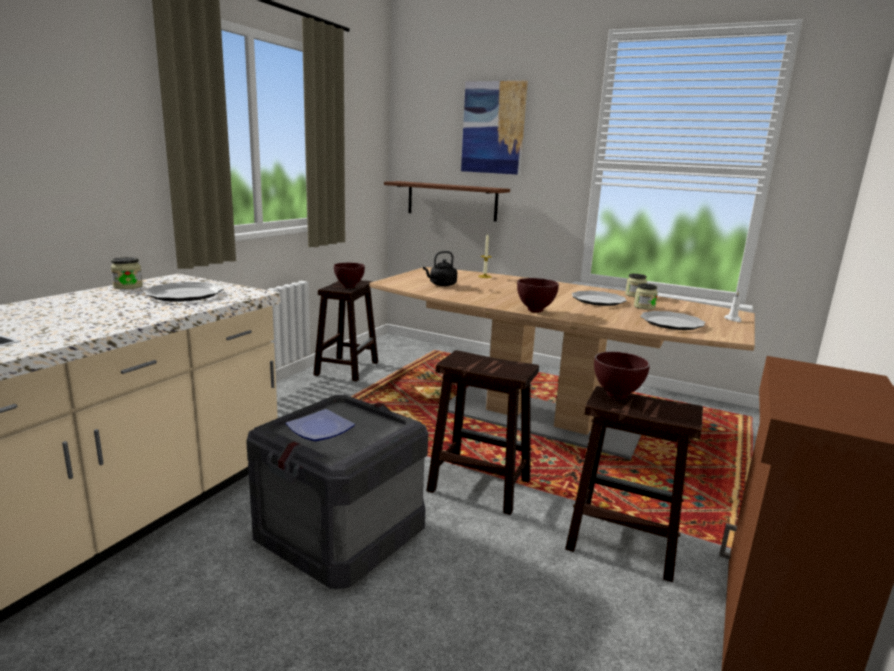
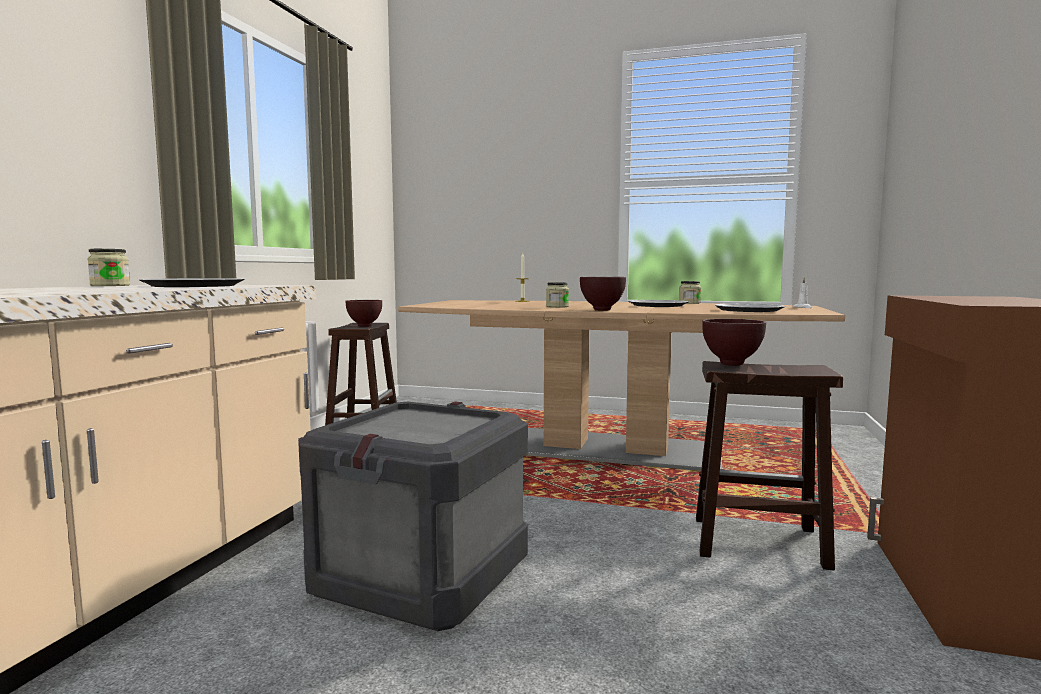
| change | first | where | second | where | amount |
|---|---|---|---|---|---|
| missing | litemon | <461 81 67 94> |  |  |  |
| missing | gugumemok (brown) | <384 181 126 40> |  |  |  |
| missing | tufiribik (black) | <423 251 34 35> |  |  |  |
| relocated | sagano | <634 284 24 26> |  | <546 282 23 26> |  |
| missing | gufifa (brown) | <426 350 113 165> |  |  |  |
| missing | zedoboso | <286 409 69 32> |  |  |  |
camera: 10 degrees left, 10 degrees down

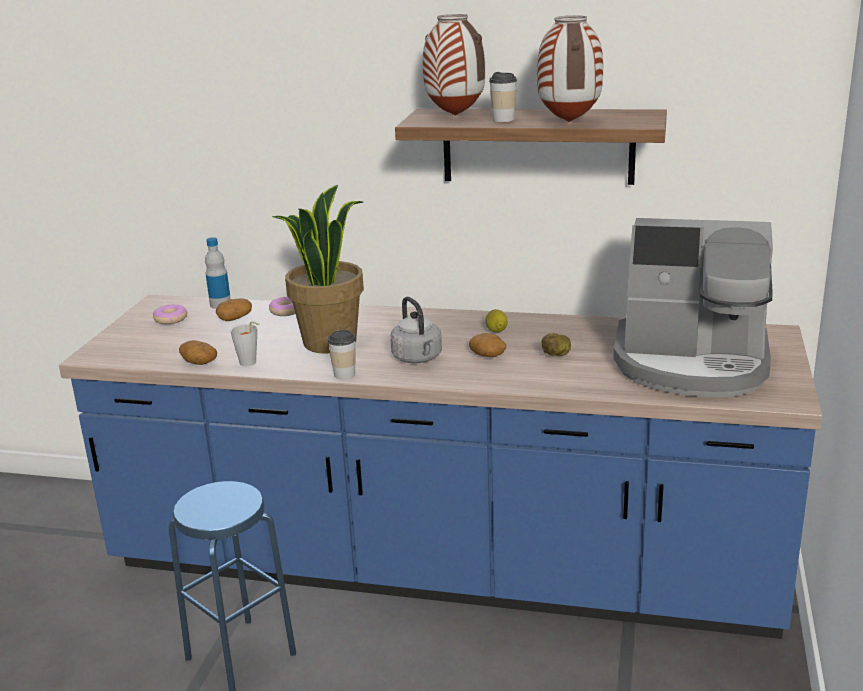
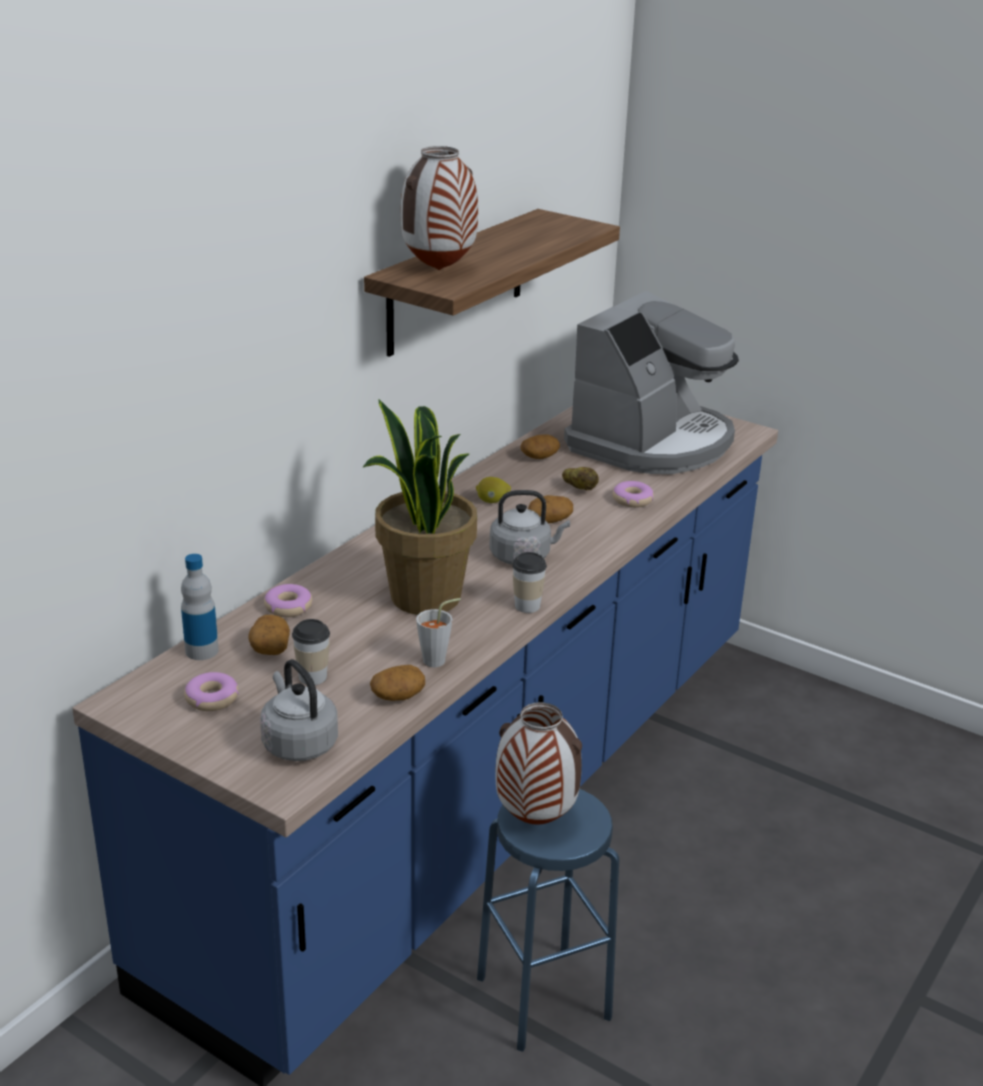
| change | first | where | second | where | amount |
|---|---|---|---|---|---|
| relocated | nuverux | <537 15 66 107> |  | <495 702 87 122> |  |
| relocated | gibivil | <489 72 28 50> |  | <292 619 38 66> |  |
| appeared |  |  | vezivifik | <520 434 40 25> |  |
| appeared |  |  | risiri | <612 481 42 27> |  |
| appeared |  |  | tufiribik (grey) | <260 659 78 102> |  |
camera: 70 degrees left, 5 degrees up

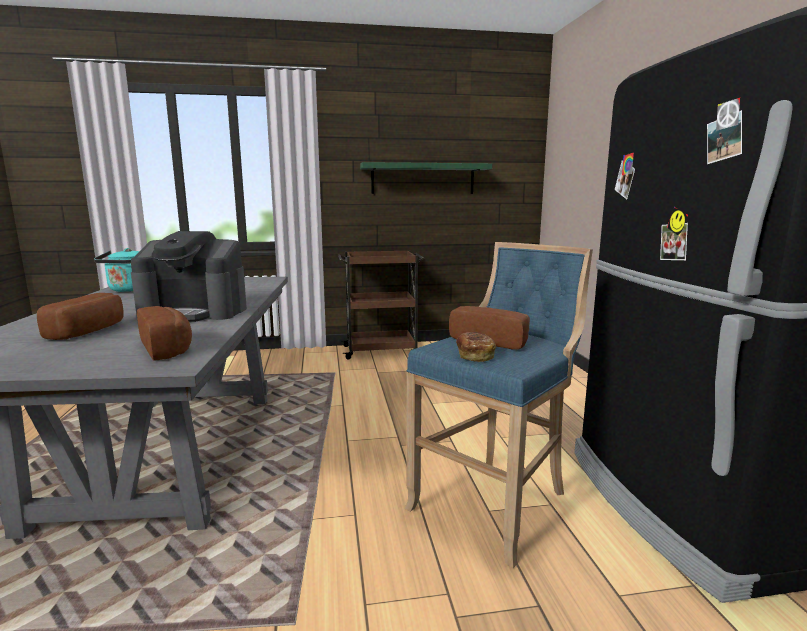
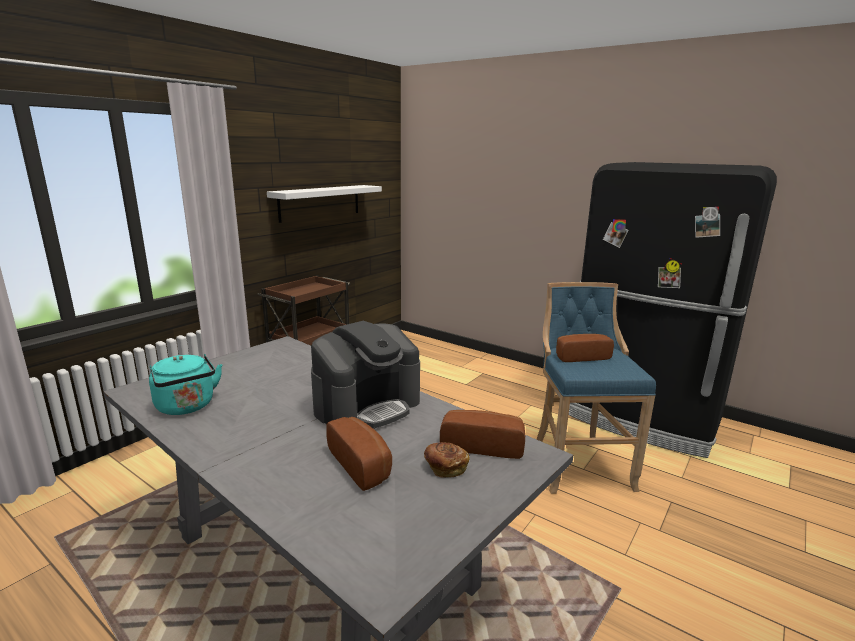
| change | first | where | second | where | amount |
|---|---|---|---|---|---|
| colour | gugumemok (green) | <360 162 132 32> | gugumemok (white) | <267 185 115 38> |  |
| relocated | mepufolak | <456 332 40 30> |  | <424 442 45 35> |  |
camera: 45 degrees left, 5 degrees up

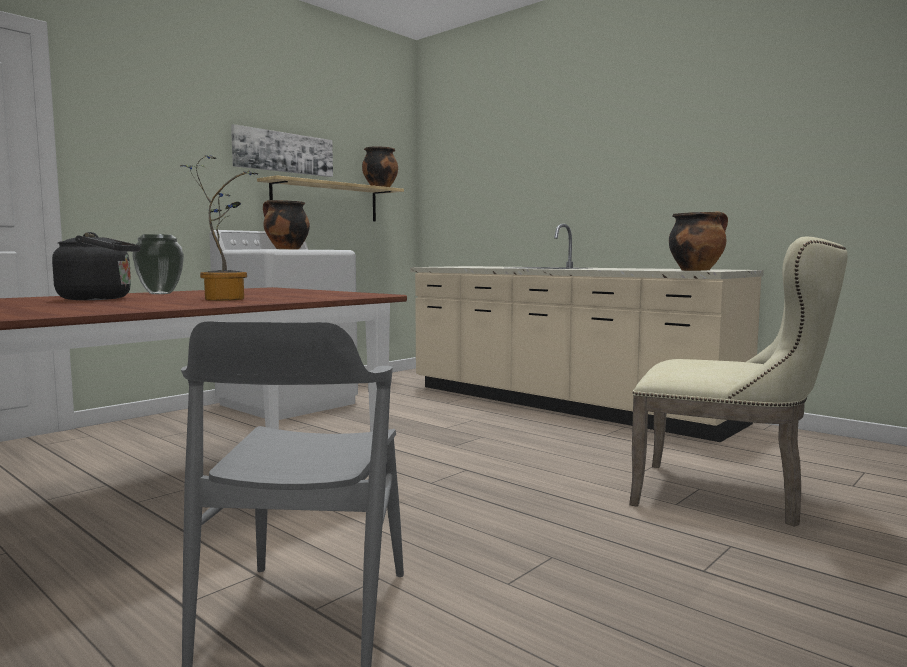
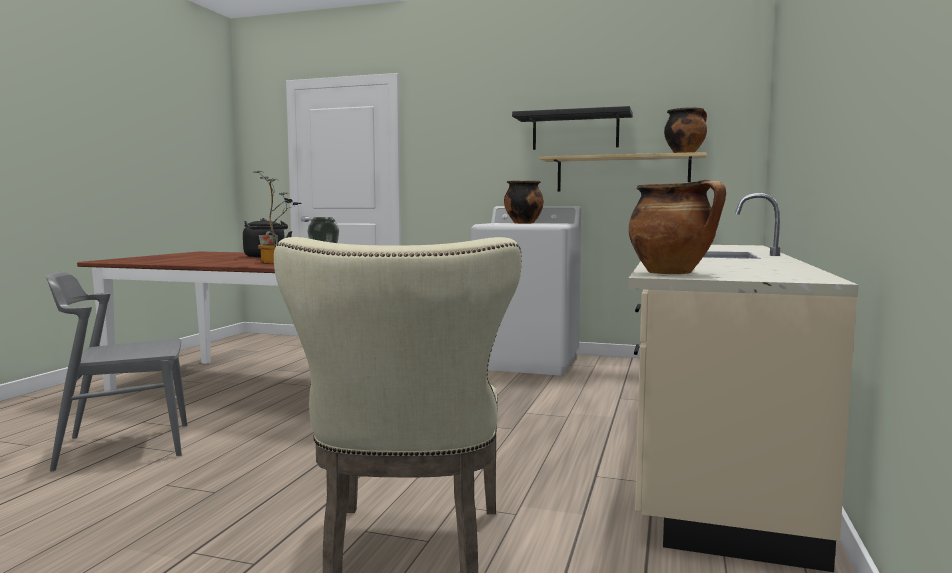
| change | first | where | second | where | amount |
|---|---|---|---|---|---|
| exchanged | litemon | <231 124 102 53> | gugumemok (black) | <512 106 121 44> |  |
camera: 65 degrees right, 0 degrees up

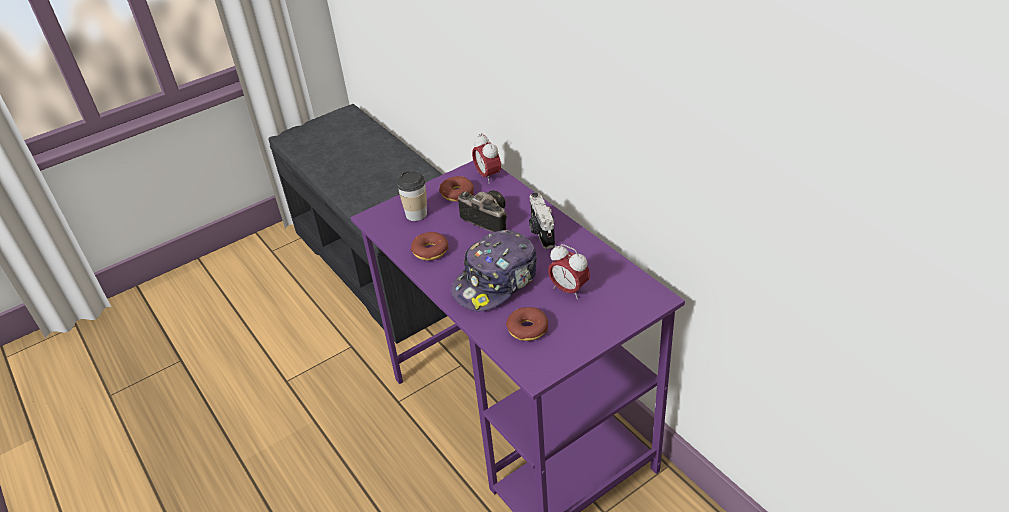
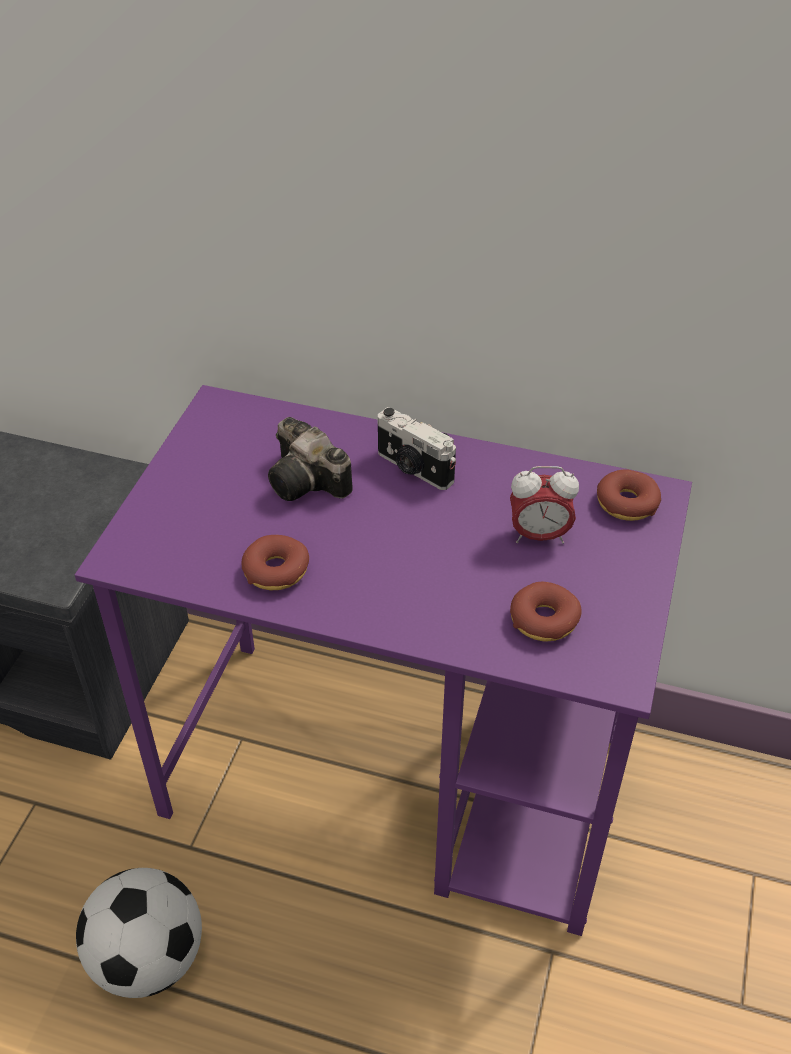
| change | first | where | second | where | amount |
|---|---|---|---|---|---|
| missing | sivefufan | <472 133 29 51> |  |  |  |
| missing | gibivil | <397 171 30 50> |  |  |  |
| relocated | risiri | <439 176 35 25> |  | <597 469 64 52> |  |
| spun | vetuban | <458 191 49 41> |  | <268 417 85 84> | 135 degrees counterclockwise |
| missing | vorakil | <451 230 86 81> |  |  |  |
| appeared |  |  | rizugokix | <76 868 126 130> |  |
camera: 40 degrees left, 5 degrees up

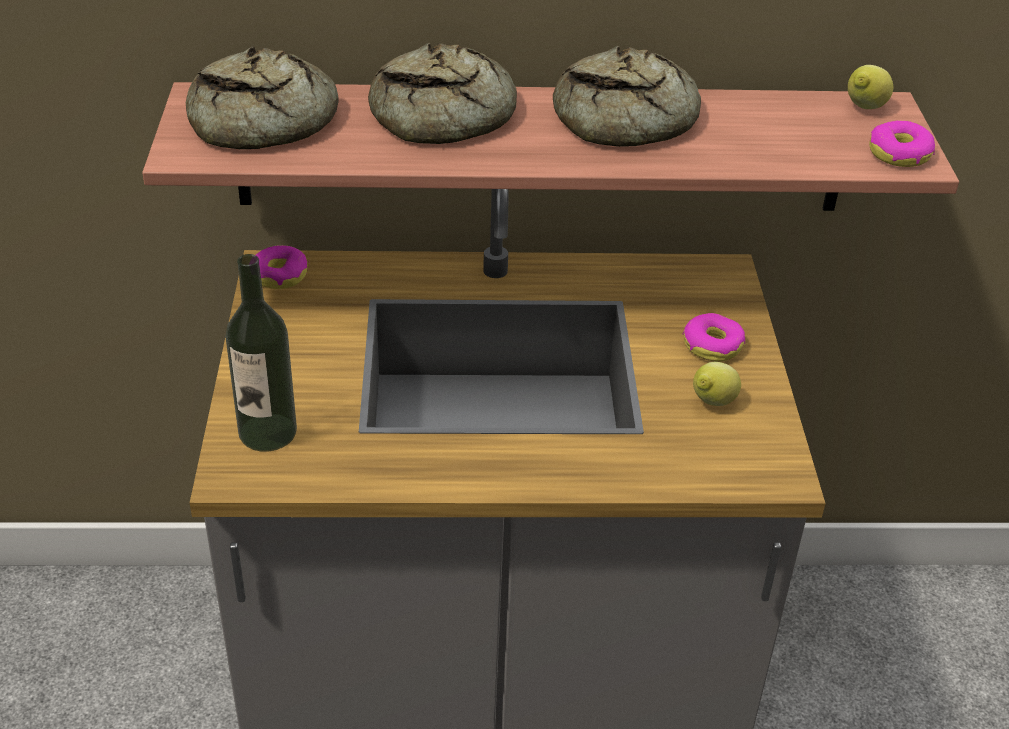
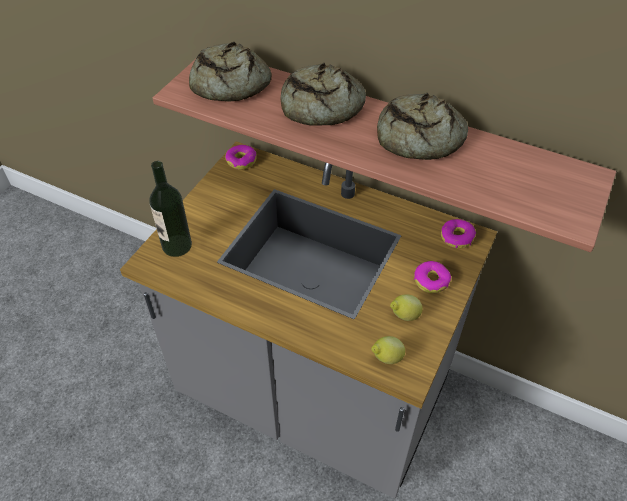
| change | first | where | second | where | amount |
|---|---|---|---|---|---|
| relocated | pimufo | <848 65 45 44> |  | <371 336 34 28> |  |
| relocated | risiri | <869 120 66 47> |  | <441 219 35 29> |  |
camera: 30 degrees right, 10 degrees up

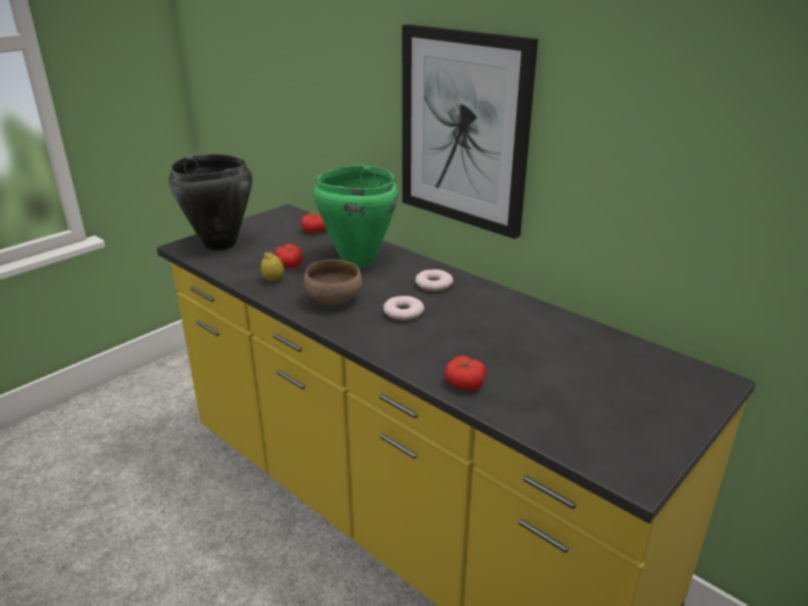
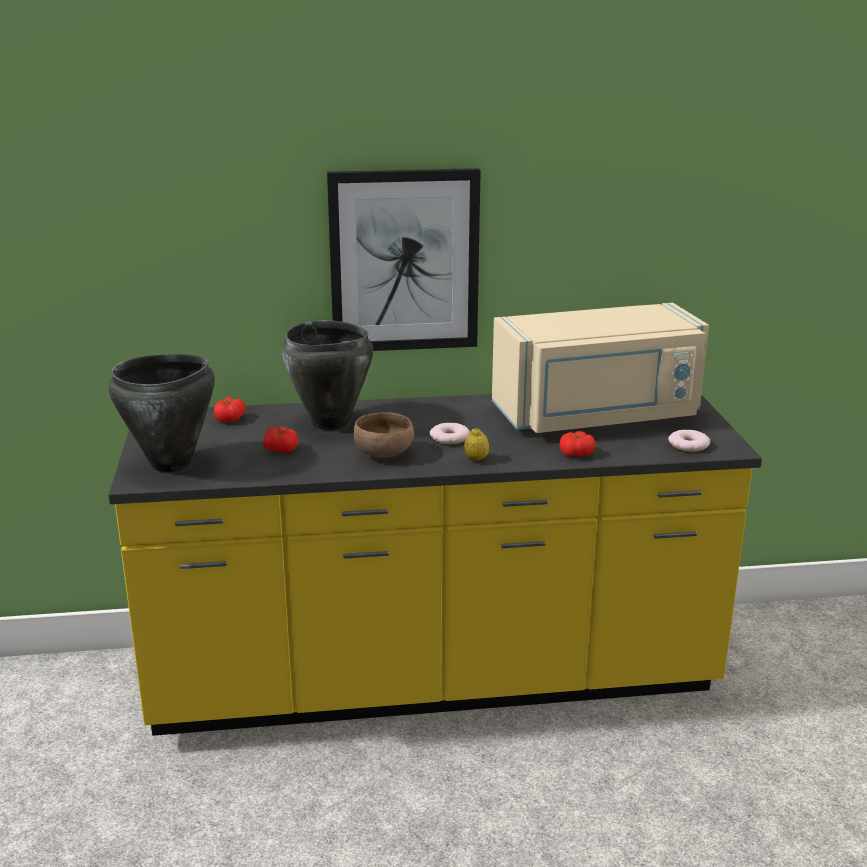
| change | first | where | second | where | amount |
|---|---|---|---|---|---|
| colour | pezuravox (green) | <313 165 85 103> | pezuravox (black) | <282 320 91 110> |  |
| relocated | pimufo | <260 252 24 30> |  | <464 428 25 33> |  |
| relocated | risiri | <415 269 38 22> |  | <668 430 42 22> |  |
| appeared |  |  | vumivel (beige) | <492 303 217 130> |  |
camera: 50 degrees left, 5 degrees down

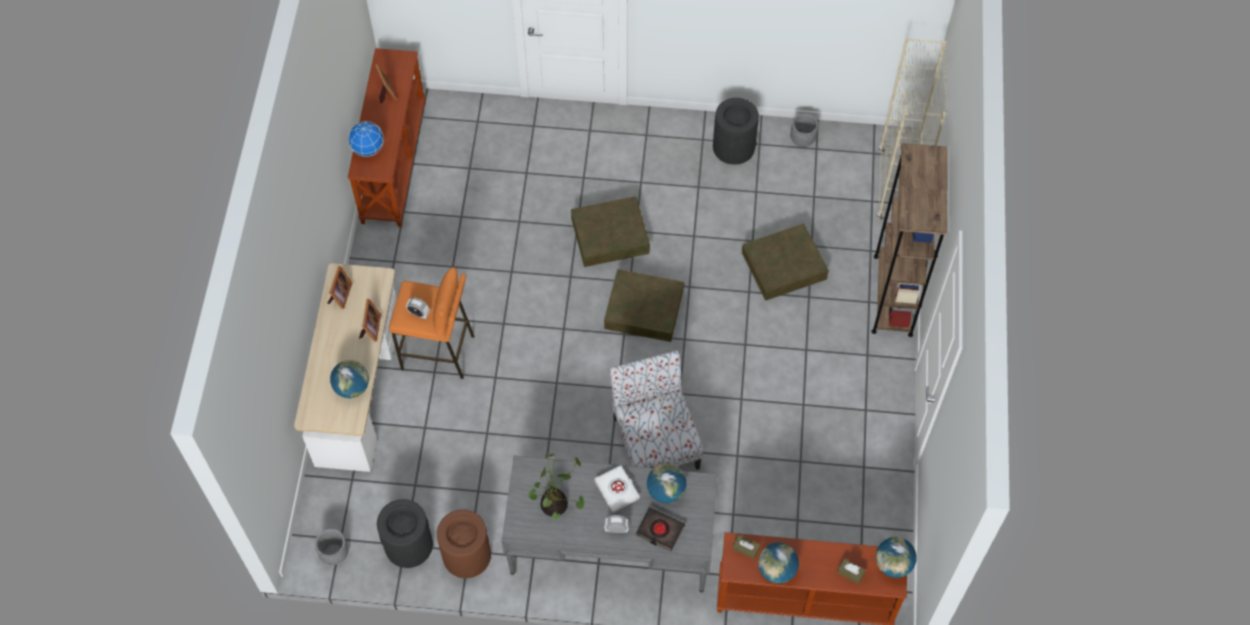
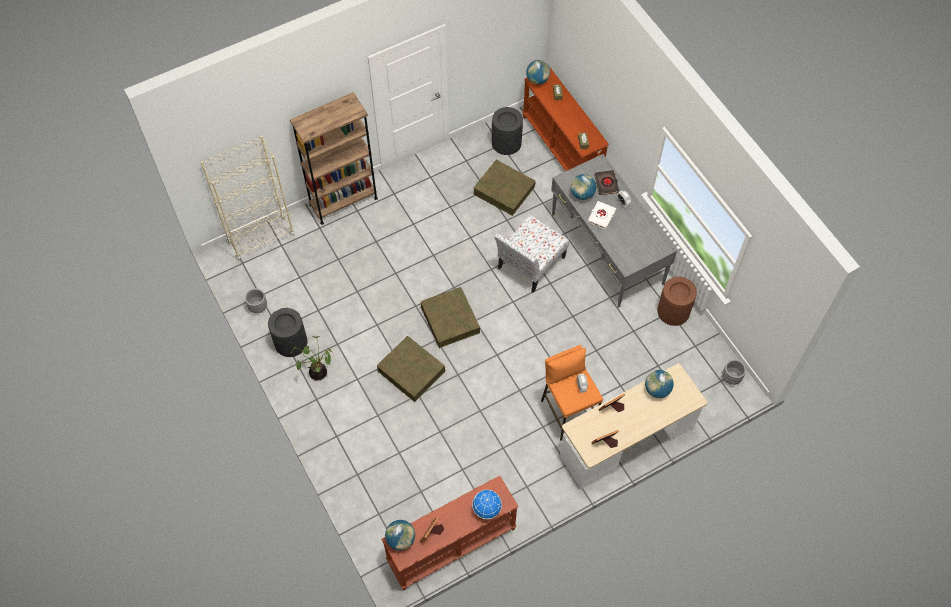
| change | first | where | second | where | amount |
|---|---|---|---|---|---|
| relocated | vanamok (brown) | <742 223 87 78> |  | <474 160 61 56> |  |
| relocated | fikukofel | <528 454 56 66> |  | <290 336 42 45> |  |
| relocated | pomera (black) | <377 499 56 69> |  | <492 107 31 48> |  |
| relocated | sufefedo | <758 542 41 42> |  | <385 520 30 30> |  |
camera: 125 degrees left, 0 degrees up

